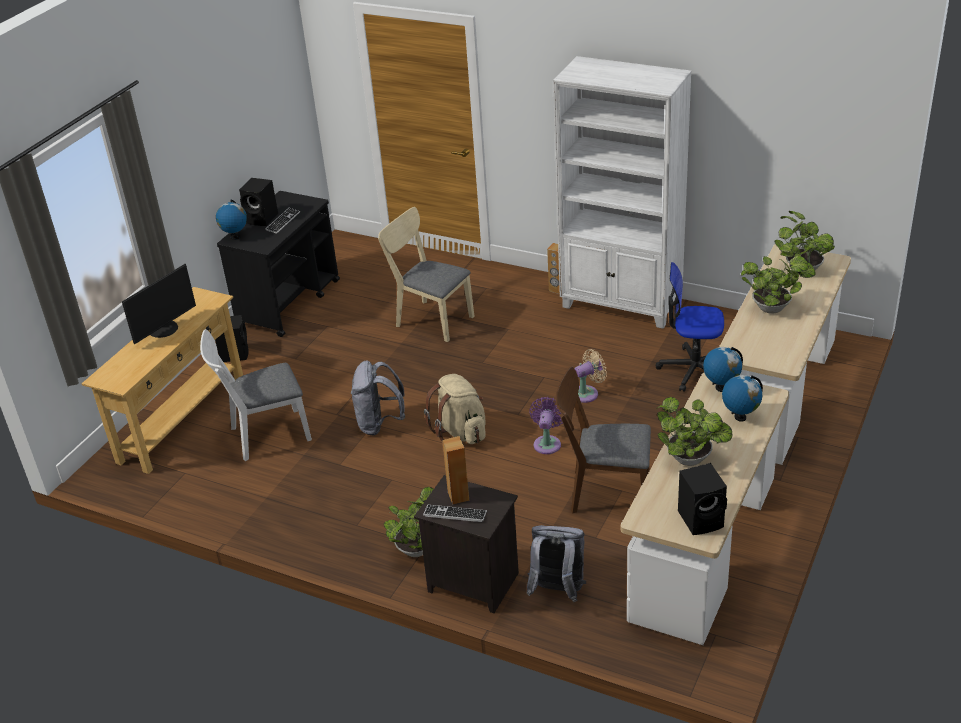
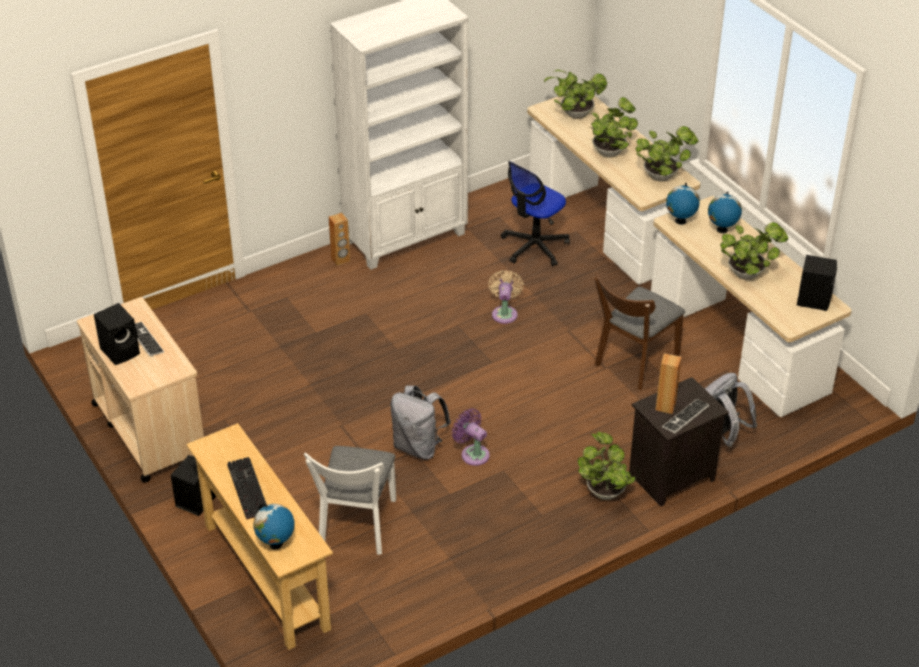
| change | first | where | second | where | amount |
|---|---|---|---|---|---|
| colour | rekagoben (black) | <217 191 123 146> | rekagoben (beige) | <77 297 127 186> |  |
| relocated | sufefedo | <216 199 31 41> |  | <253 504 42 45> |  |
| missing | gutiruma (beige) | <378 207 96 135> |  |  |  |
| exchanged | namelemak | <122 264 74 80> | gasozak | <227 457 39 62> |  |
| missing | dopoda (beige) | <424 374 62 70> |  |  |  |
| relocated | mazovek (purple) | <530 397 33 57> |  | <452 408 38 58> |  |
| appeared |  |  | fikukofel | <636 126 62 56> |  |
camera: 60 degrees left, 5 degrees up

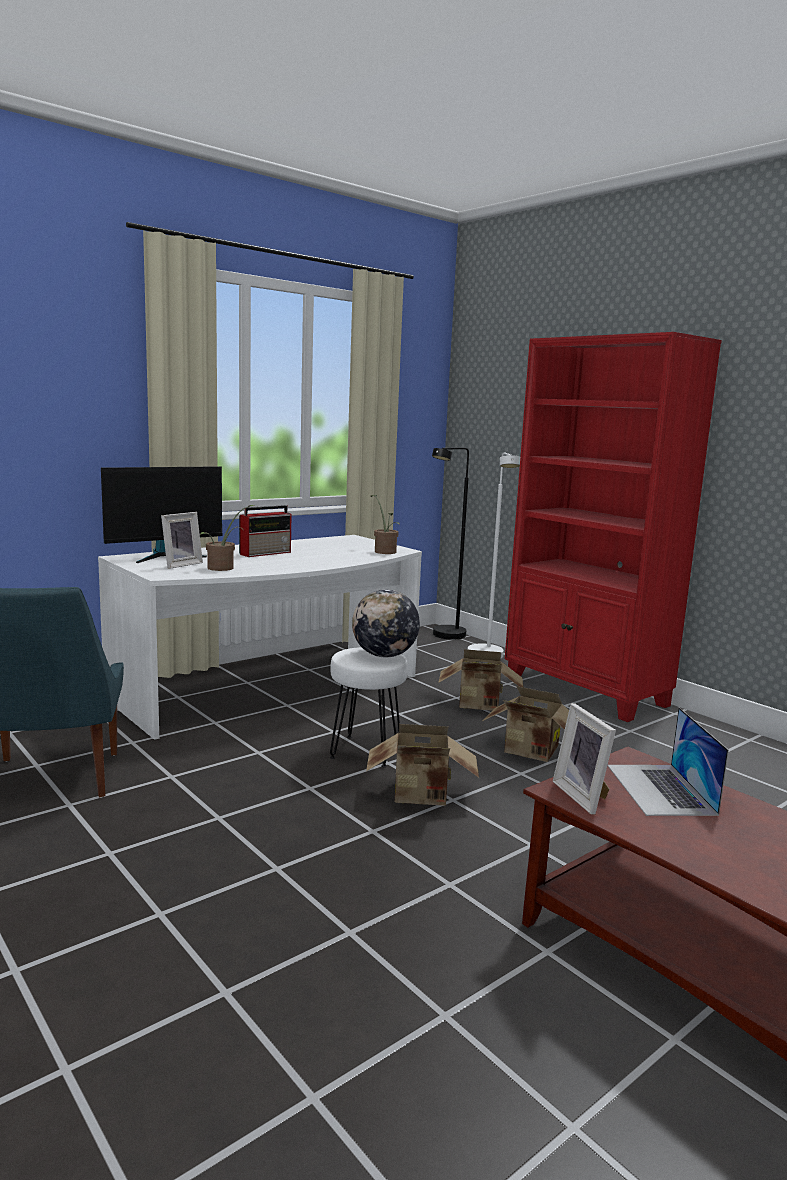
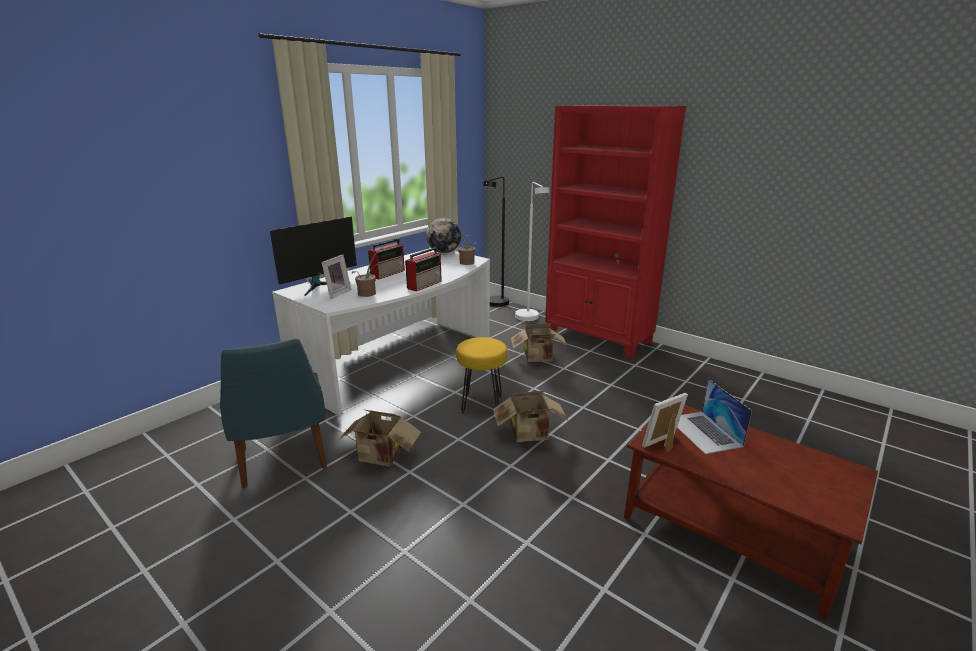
| change | first | where | second | where | amount |
|---|---|---|---|---|---|
| relocated | sufefedo | <352 589 68 68> |  | <426 218 35 35> |  |
| colour | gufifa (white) | <330 647 78 120> | gufifa (yellow) | <456 337 52 77> |  |
| relocated | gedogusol | <483 686 86 76> |  | <338 409 83 58> |  |
| spun | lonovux | <553 703 63 112> |  | <642 393 46 59> | 90 degrees clockwise |
| appeared |  |  | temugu | <405 247 37 44> |  |
camera: 10 degrees left, 10 degrees up

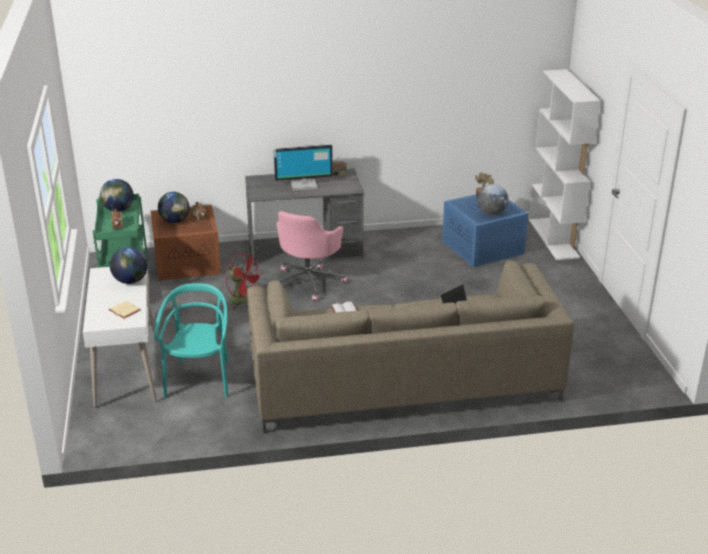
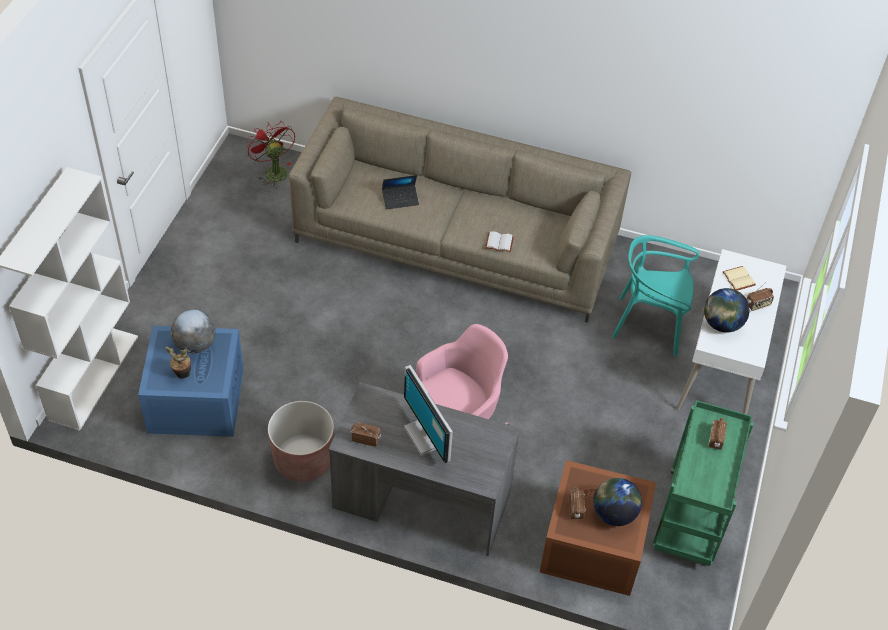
| change | first | where | second | where | amount |
|---|---|---|---|---|---|
| spun | namelemak | <273 144 60 46> |  | <404 365 49 98> | 135 degrees counterclockwise |
| missing | sufefedo | <100 179 34 32> |  |  |  |
| relocated | mazovek (red) | <226 253 36 57> |  | <246 121 49 66> |  |
| spun | gutiruma (turquoise) | <154 283 75 114> |  | <612 235 87 121> | 75 degrees clockwise |
| appeared |  |  | temugu | <747 282 27 29> |  |
| appeared |  |  | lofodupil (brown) | <268 401 66 81> |  |
camera: 155 degrees left, 20 degrees up

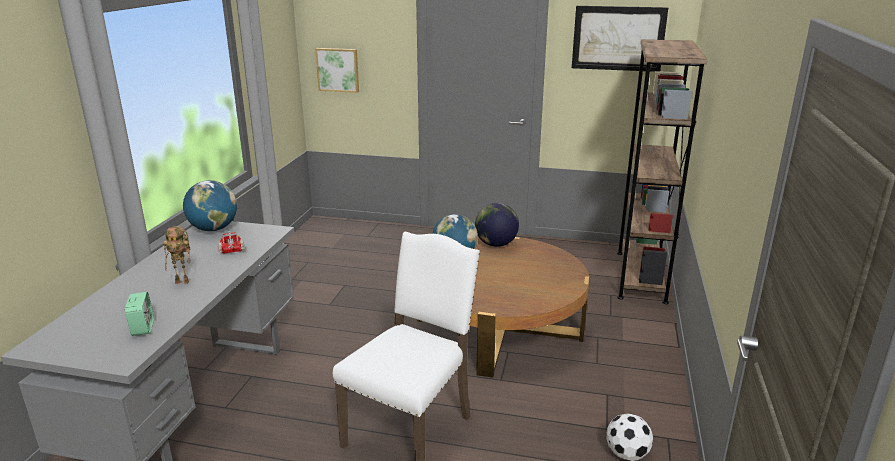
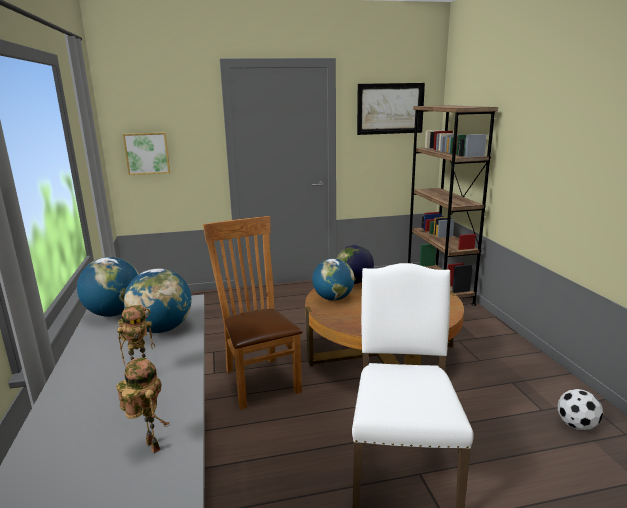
| change | first | where | second | where | amount |
|---|---|---|---|---|---|
| exchanged | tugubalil | <218 231 27 23> | sufefedo | <124 268 68 65> |  |
| exchanged | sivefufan | <125 292 29 44> | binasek | <116 358 54 95> |  |
| appeared |  |  | gutiruma (brown) | <203 216 100 194> |  |
camera: 25 degrees left, 5 degrees down

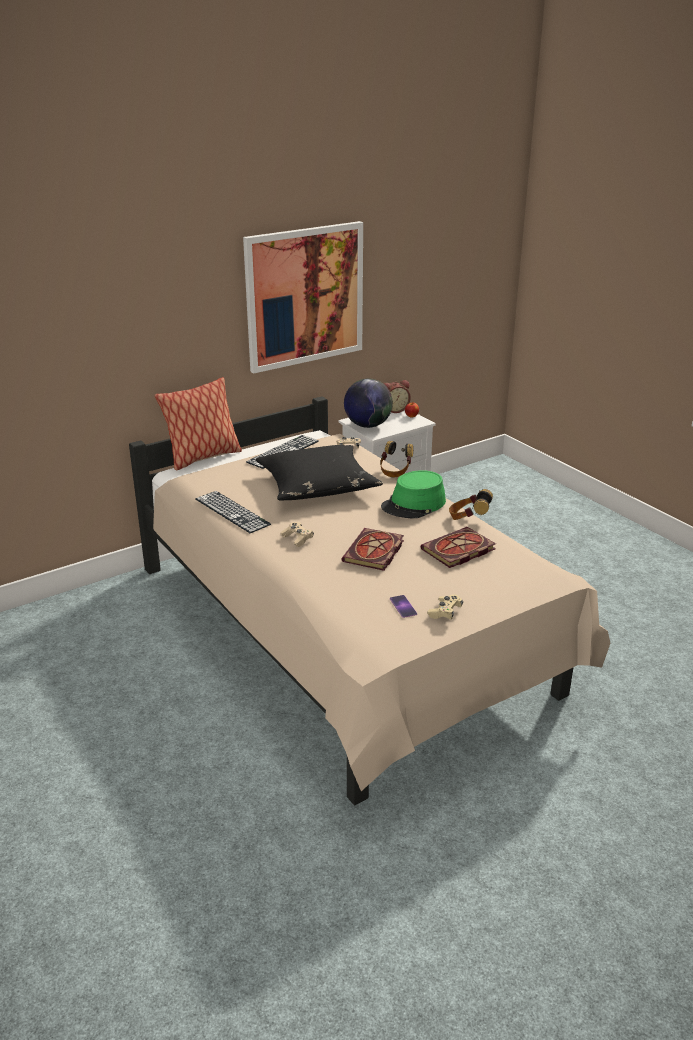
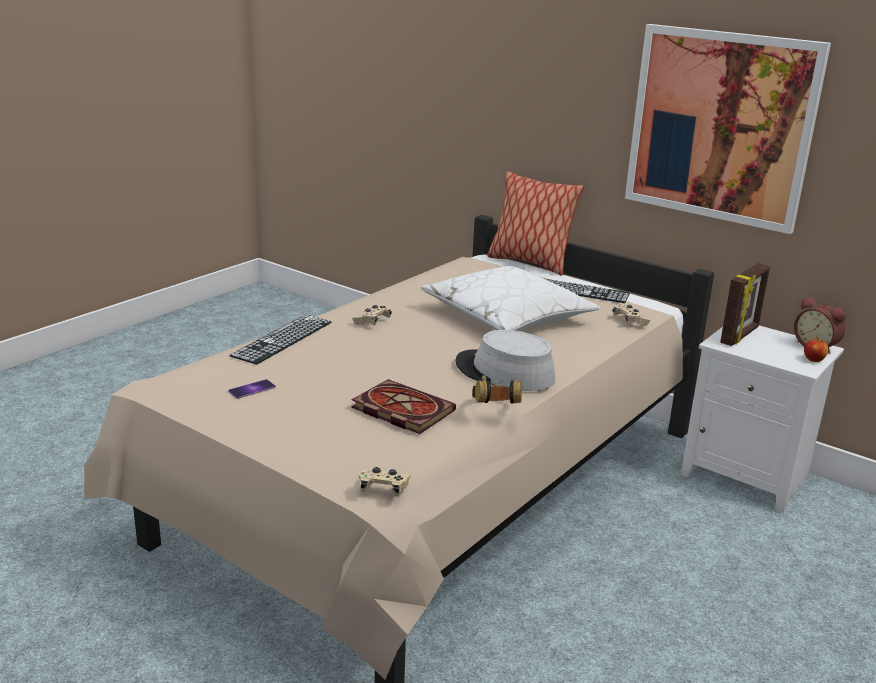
| change | first | where | second | where | amount |
|---|---|---|---|---|---|
| exchanged | sufefedo | <344 378 49 50> | lonovux | <720 263 50 83> |  |
| missing | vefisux | <380 441 33 36> |  |  |  |
| colour | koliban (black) | <256 445 127 56> | koliban (white) | <421 266 179 65> |  |
| colour | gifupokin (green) | <381 470 65 48> | gifupokin (grey) | <455 330 100 61> |  |
| relocated | gasozak | <195 491 76 42> |  | <229 315 103 49> |  |
| missing | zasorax | <342 528 62 43> |  |  |  |
| relocated | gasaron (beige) | <427 594 36 26> |  | <359 467 52 29> |  |
camera: 70 degrees right, 5 degrees down

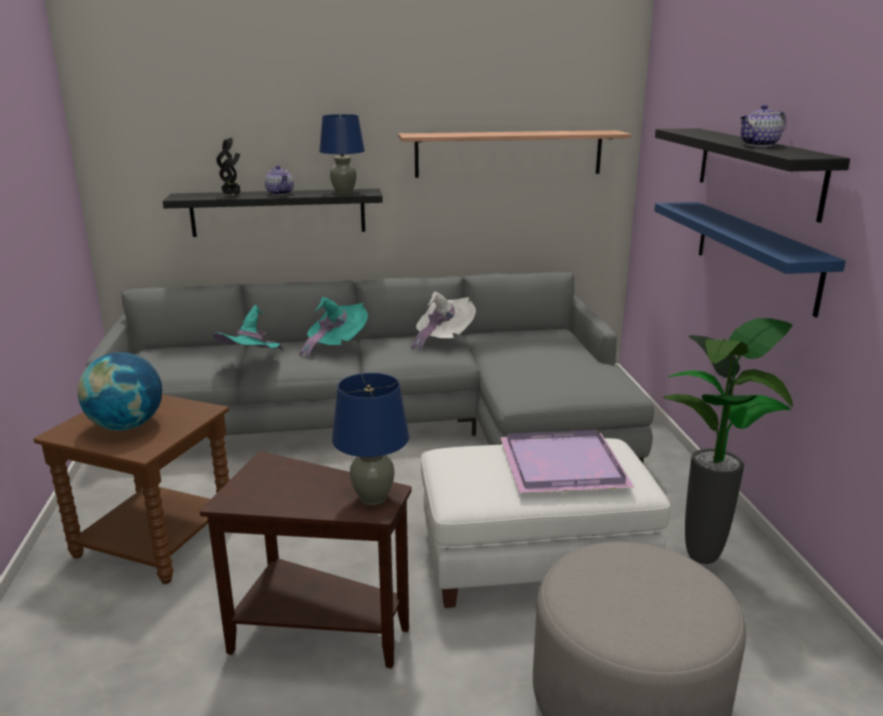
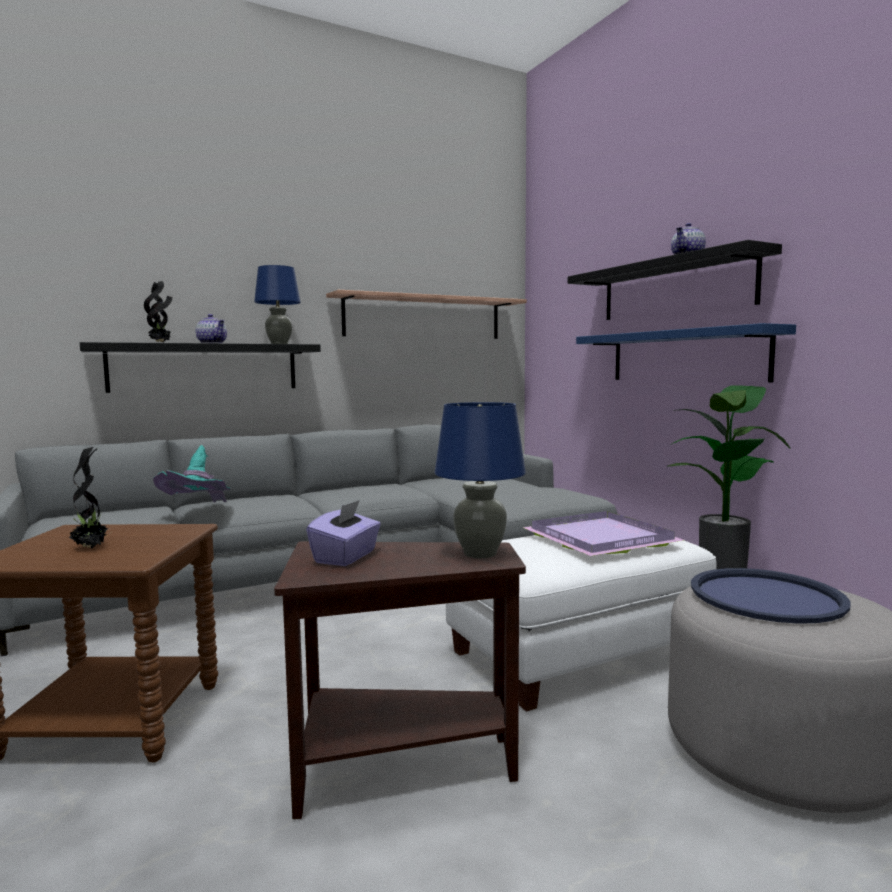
| change | first | where | second | where | amount |
|---|---|---|---|---|---|
| missing | gifupokin (white) | <411 291 65 61> |  |  |  |
| missing | gifupokin (turquoise) | <299 297 69 62> |  |  |  |
| exchanged | sufefedo | <77 352 85 79> | fikukofel | <69 447 43 101> |  |
| appeared |  |  | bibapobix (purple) | <306 500 75 66> |  |
| appeared |  |  | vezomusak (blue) | <691 568 160 56> |  |
camera: 20 degrees left, 15 degrees down

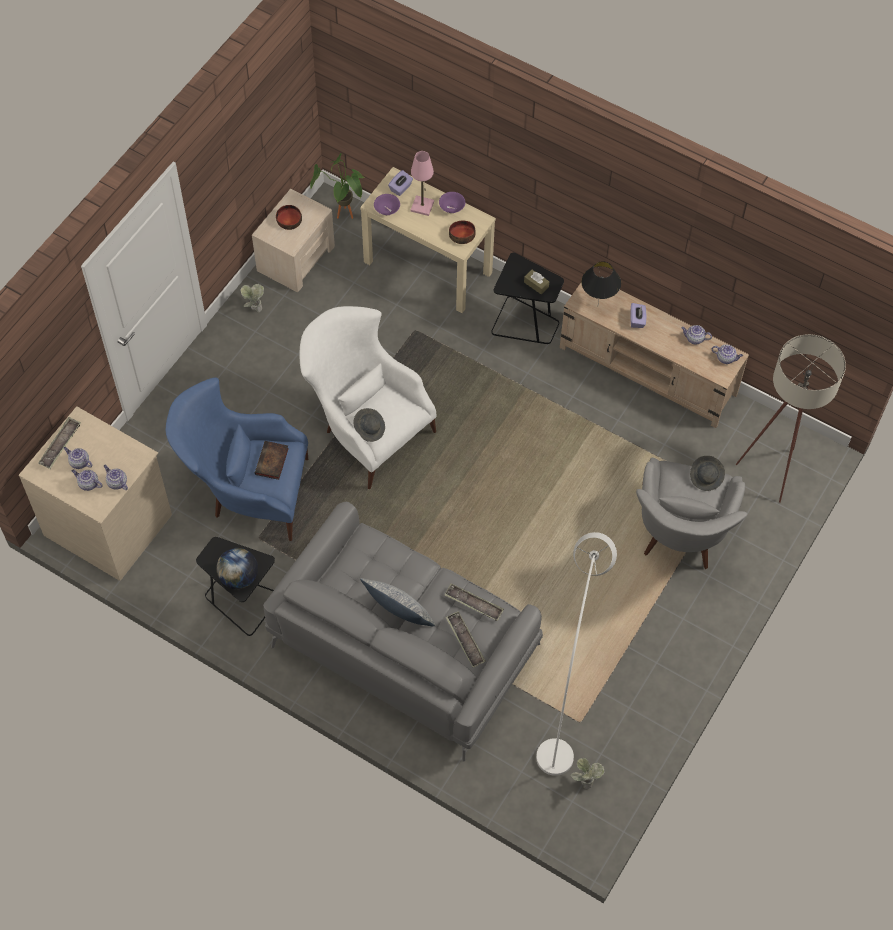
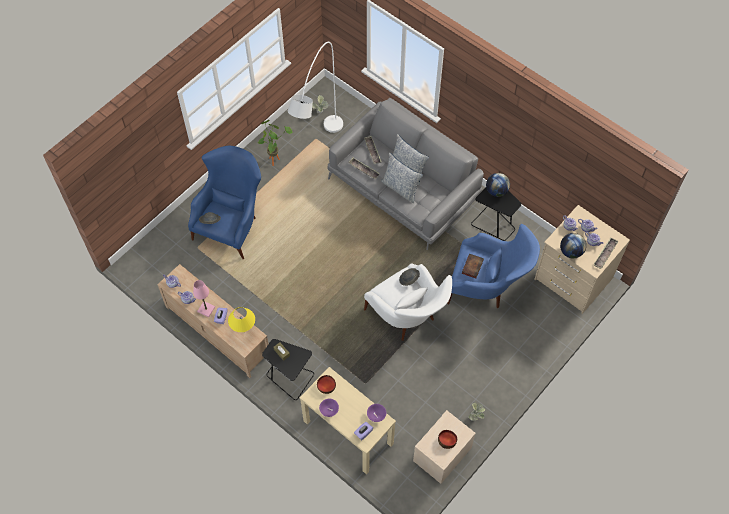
| change | first | where | second | where | amount |
|---|---|---|---|---|---|
| relocated | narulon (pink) | <411 151 23 65> |  | <193 280 22 37> |  |
| relocated | fikukofel | <310 153 54 66> |  | <258 120 35 46> |  |
| colour | narulon (black) | <581 261 40 43> | narulon (yellow) | <228 307 27 25> |  |
| missing | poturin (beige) | <736 334 110 169> |  |  |  |
| colour | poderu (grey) | <636 458 111 111> | poderu (blue) | <188 146 73 113> |  |
| appeared |  |  | koliban | <381 153 42 50> |  |
| appeared |  |  | sufefedo | <560 233 26 25> |  |
camera: 170 degrees left, 0 degrees up

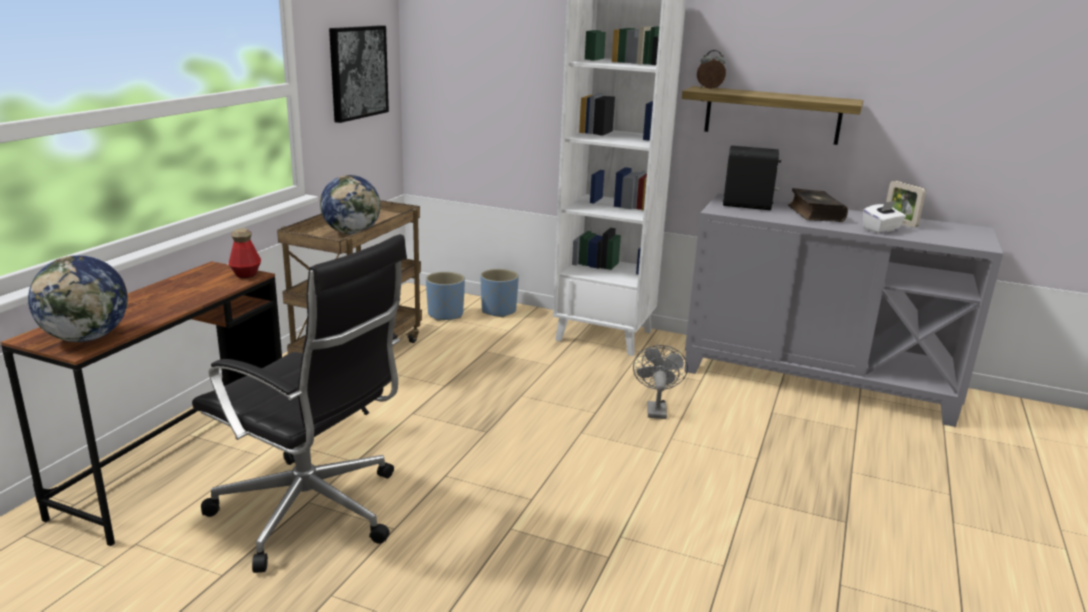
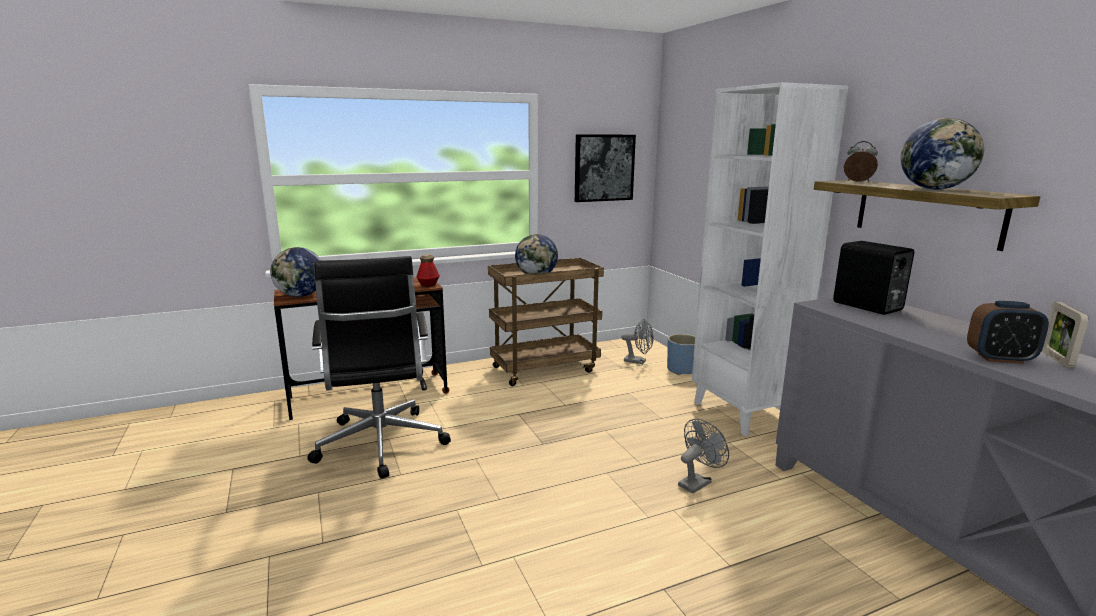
| change | first | where | second | where | amount |
|---|---|---|---|---|---|
| missing | zasorax | <788 188 60 34> |  |  |  |
| exchanged | bibapobix (white) | <863 201 43 33> | sivefufan | <967 301 82 63> |  |
| exchanged | lofodupil (blue) | <426 272 39 49> | mazovek (grey) | <621 319 33 45> |  |
| appeared |  |  | sufefedo | <901 118 84 71> |  |
camera: 45 degrees right, 5 degrees down

